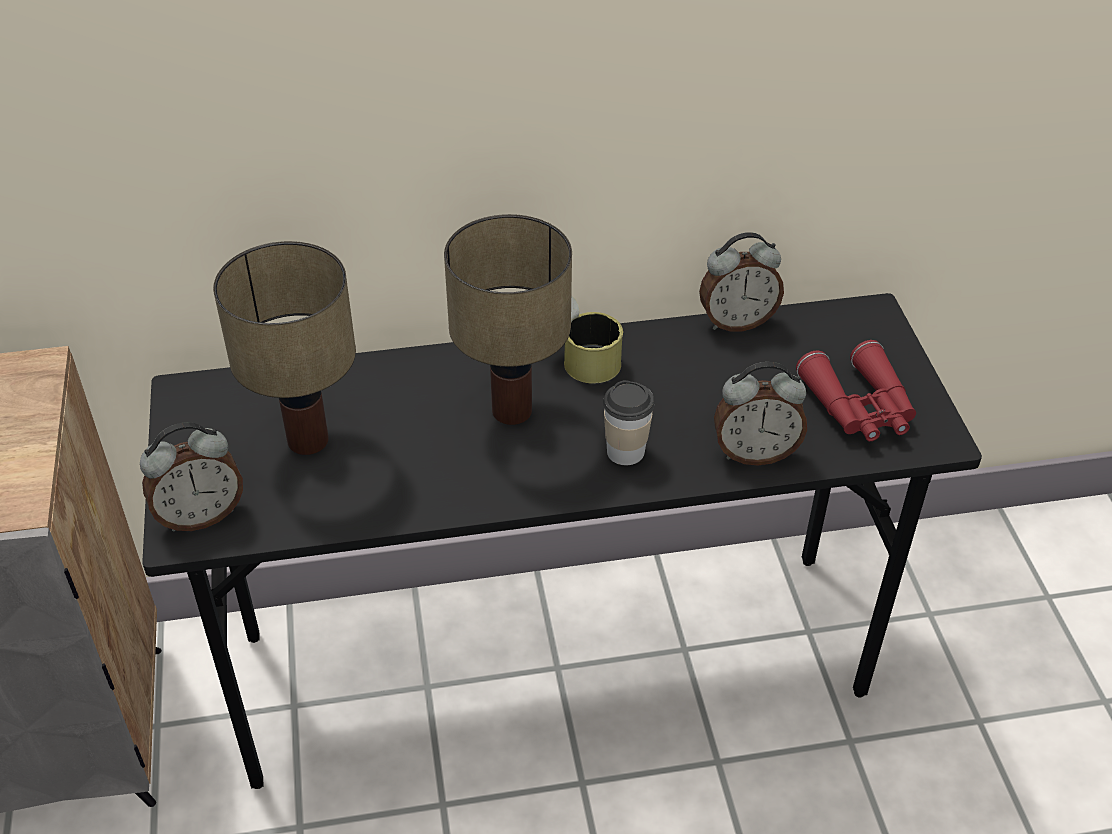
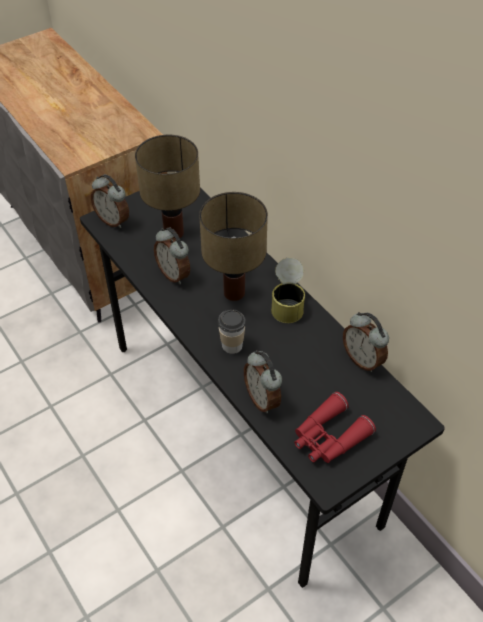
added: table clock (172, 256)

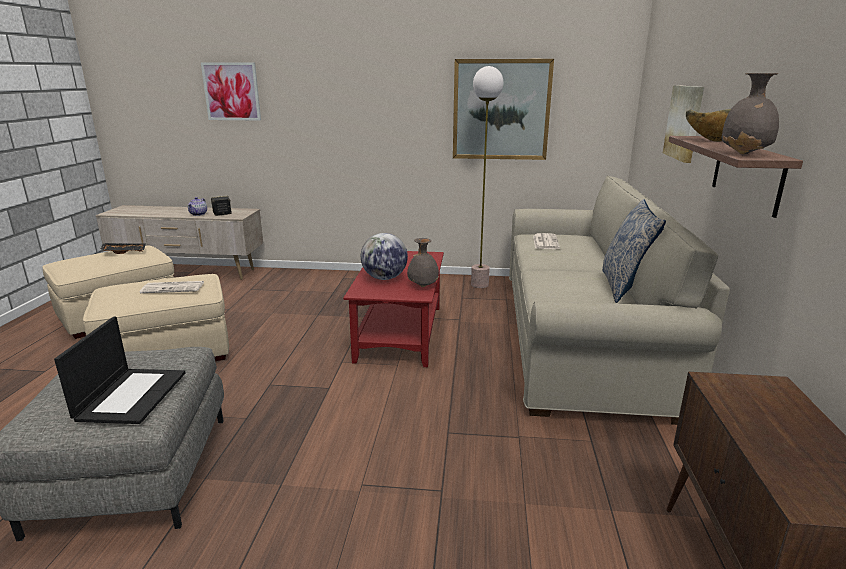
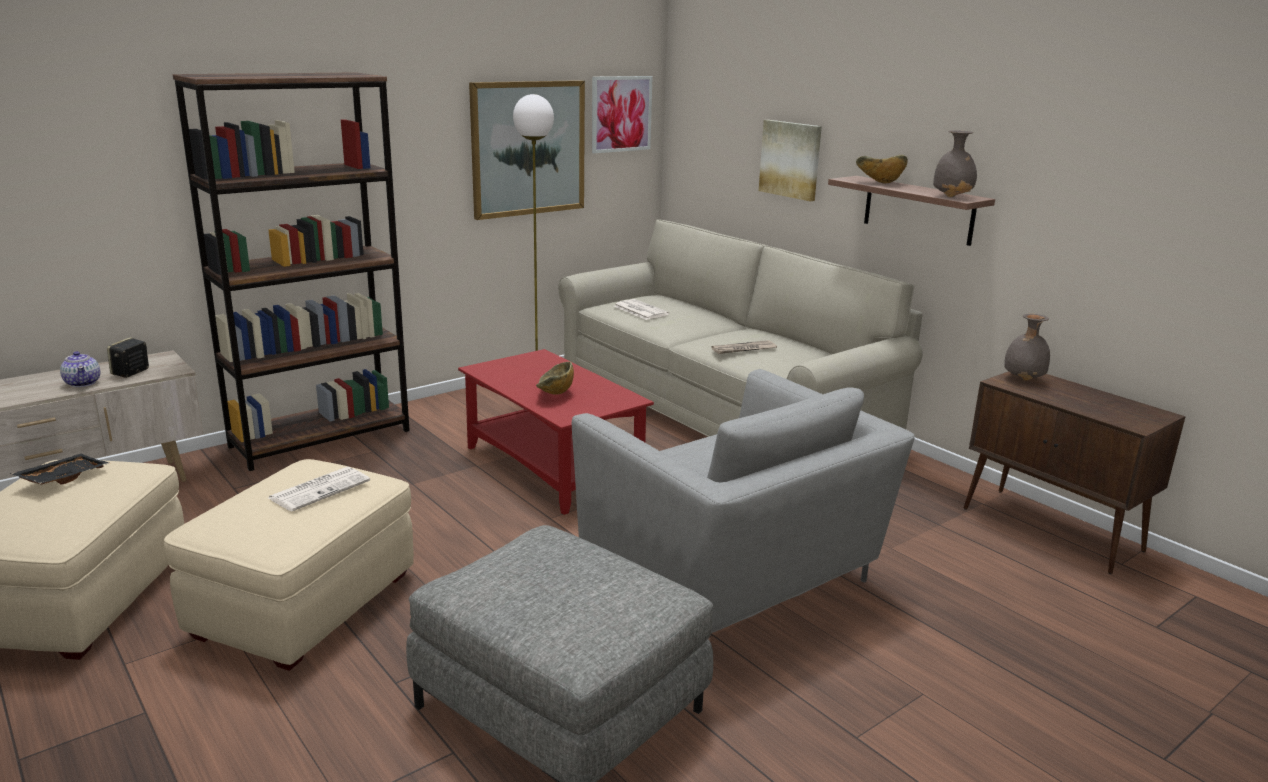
removed: portable computer (119, 370); cushion (634, 251)
added: brown shelving unit (291, 271); greyish armchair (743, 501); daily paper (744, 347)
moved: wall picture (231, 91) to (622, 114); greyish decorative vase (423, 262) to (1027, 347)
replaced: globe (384, 256) to serving bowl (555, 378)

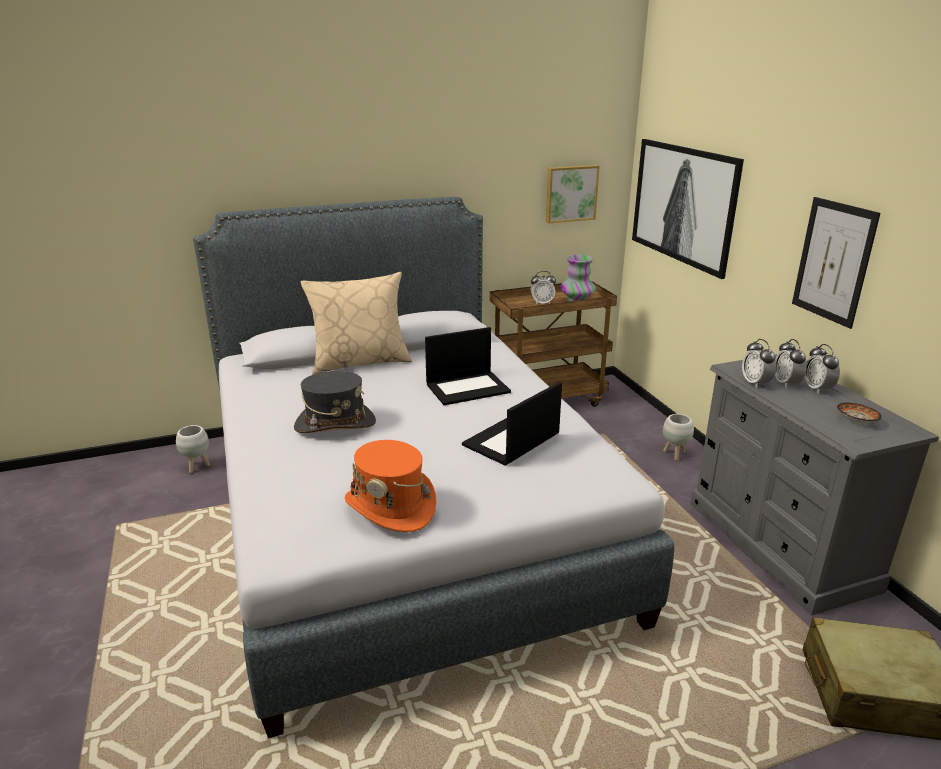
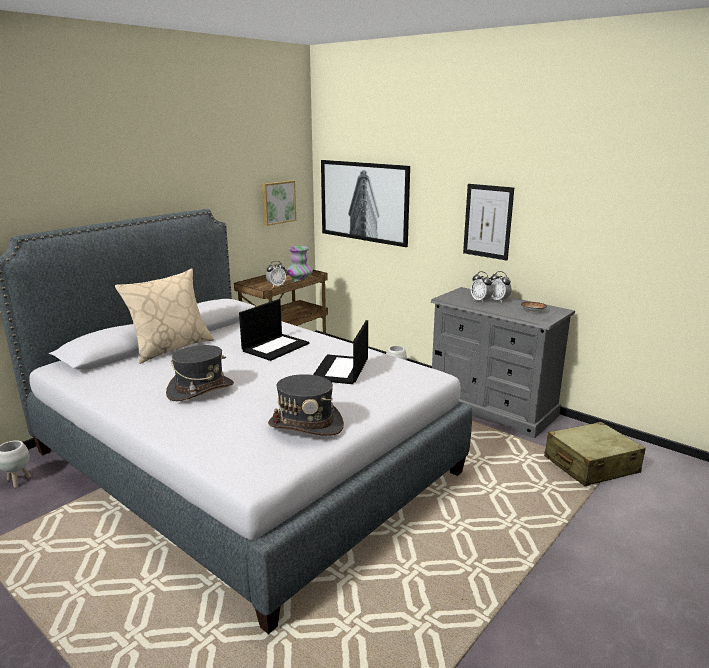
removed: table clock (759, 363)
recoloured: orange wearable hat (390, 486) to greyish wearable hat (306, 405)

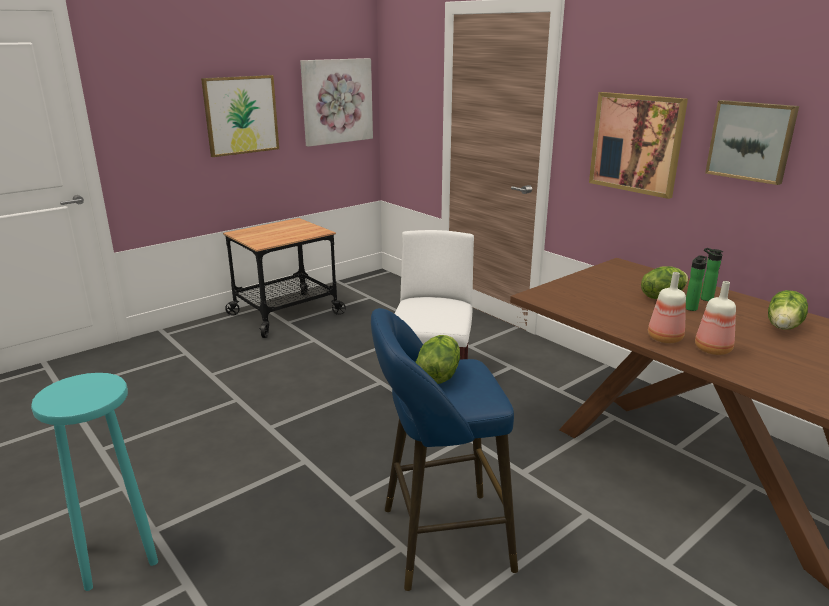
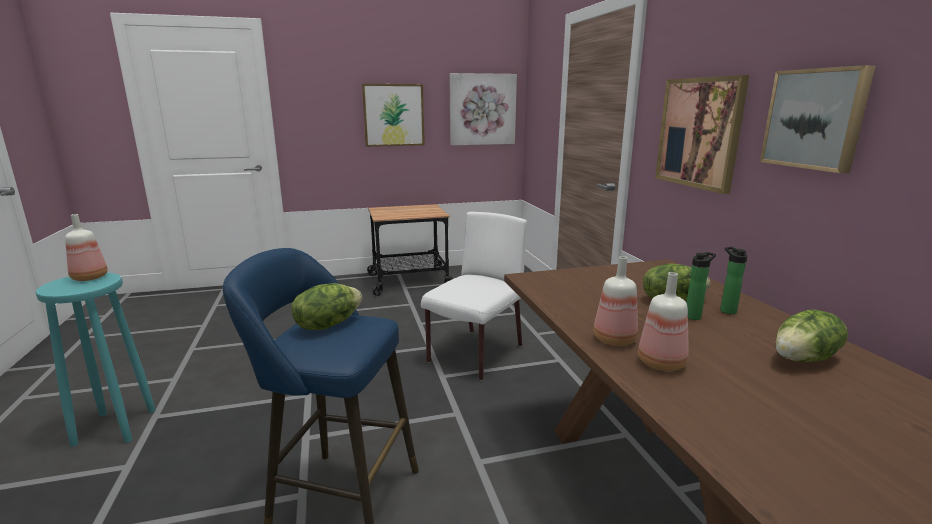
added: drink bottle (86, 247)

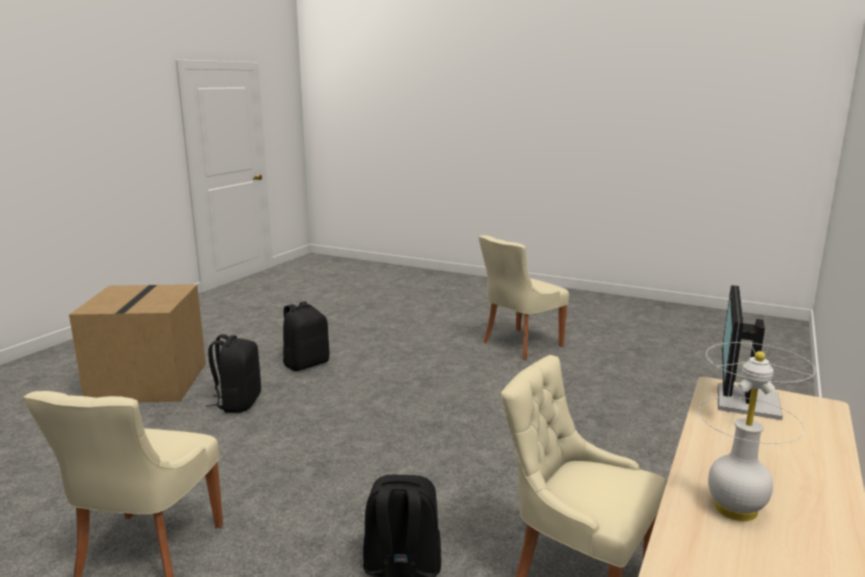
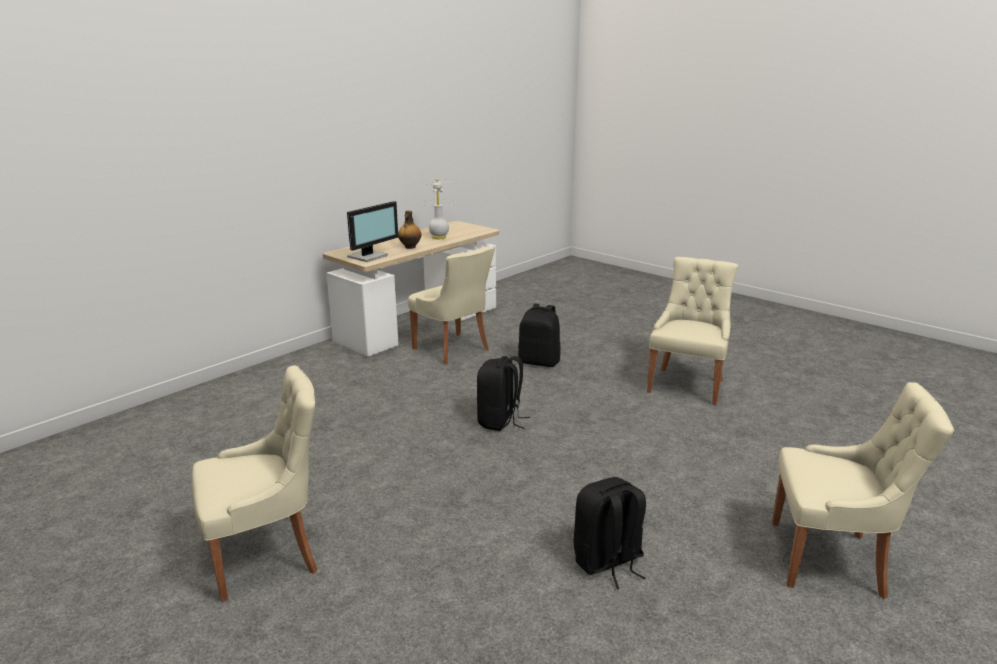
added: drink bottle (409, 229)
moved: blackish rucksack (233, 373) to (503, 393)
replaced: carton (137, 343) to beige chair (863, 490)

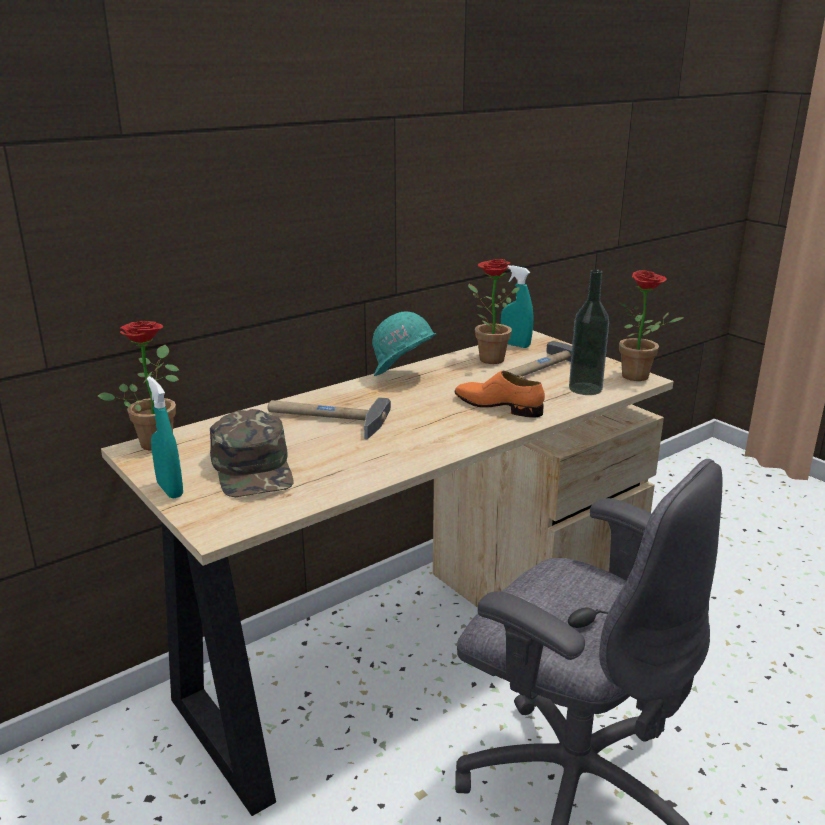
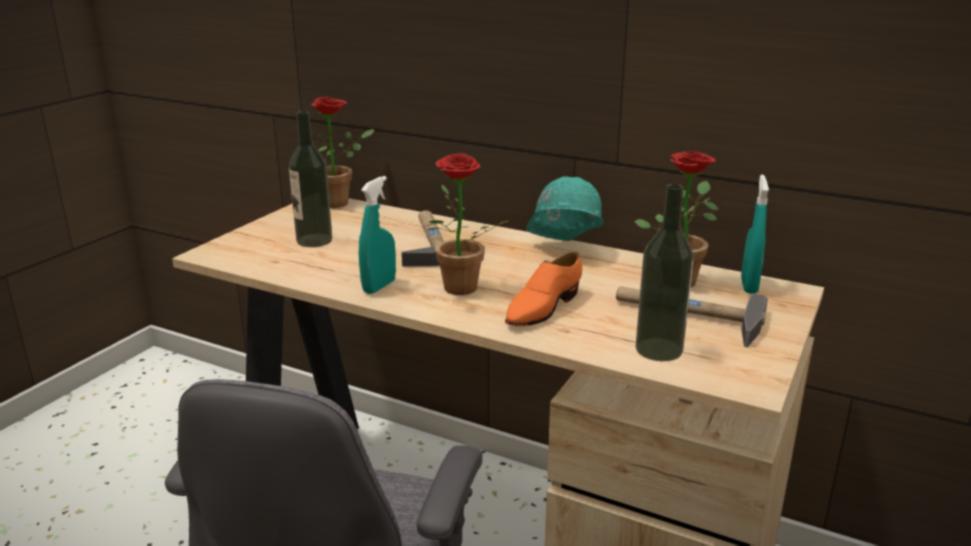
moved: blue-green hand sprayer (165, 437) to (377, 235); houseplant (651, 325) to (466, 224)
replaced: green cap (252, 453) to drink bottle (310, 178)
turned: orange low shoe (500, 394) = (543, 289) 150 degrees counterclockwise

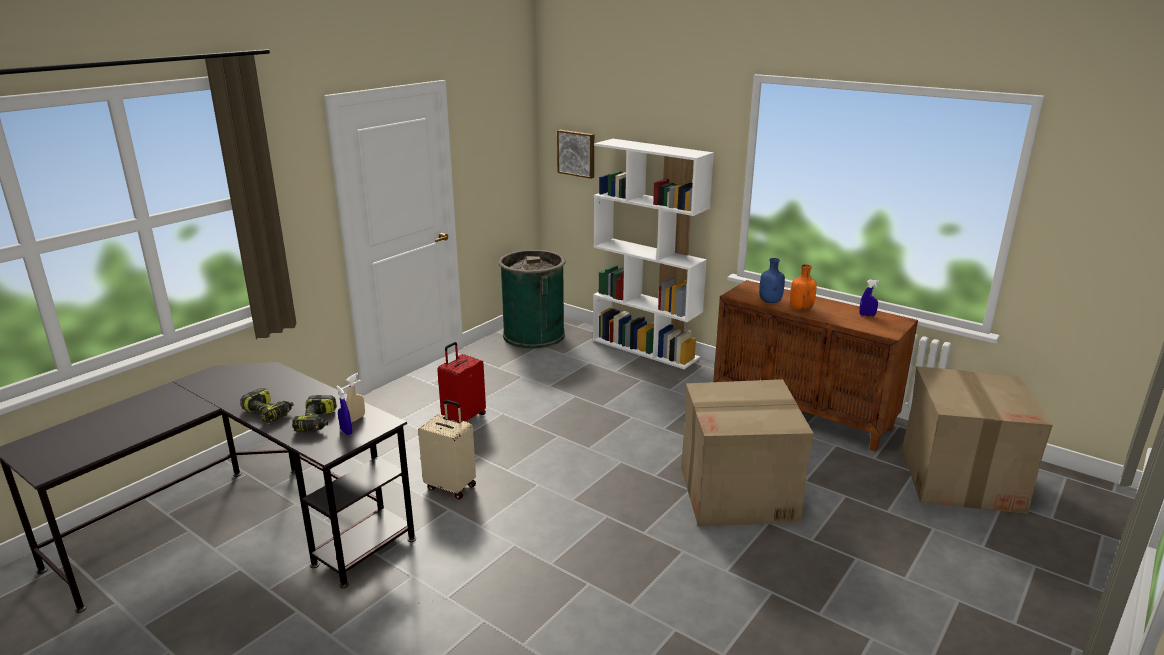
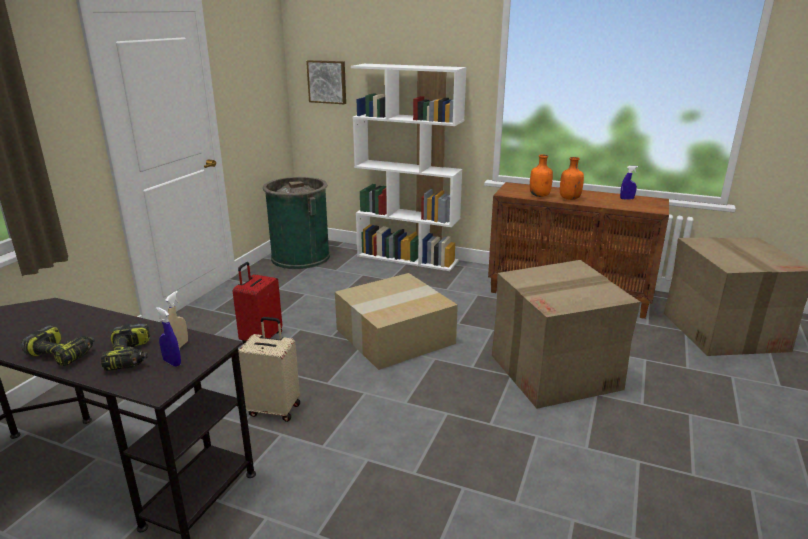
added: carton (396, 321)
recoloured: bluish drink bottle (772, 280) to orange drink bottle (541, 176)

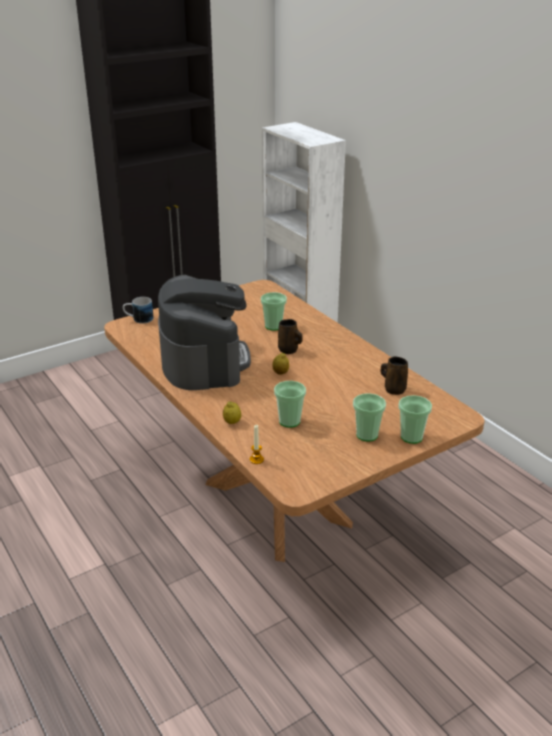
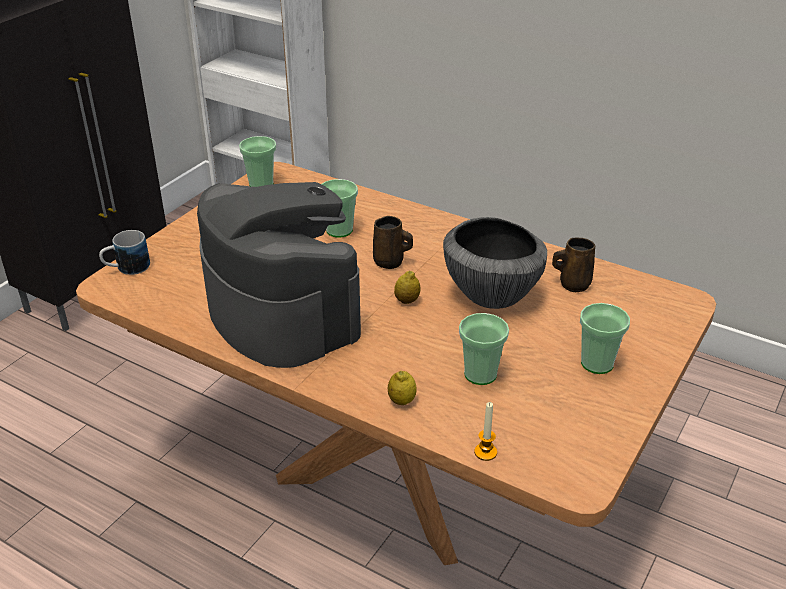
added: serving bowl (495, 263)
moved: drinking cup (415, 419) to (257, 161)

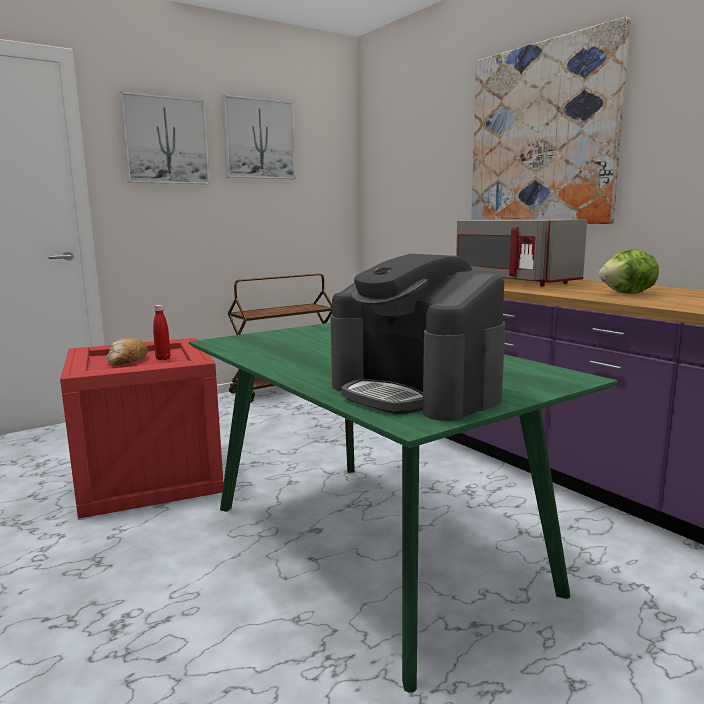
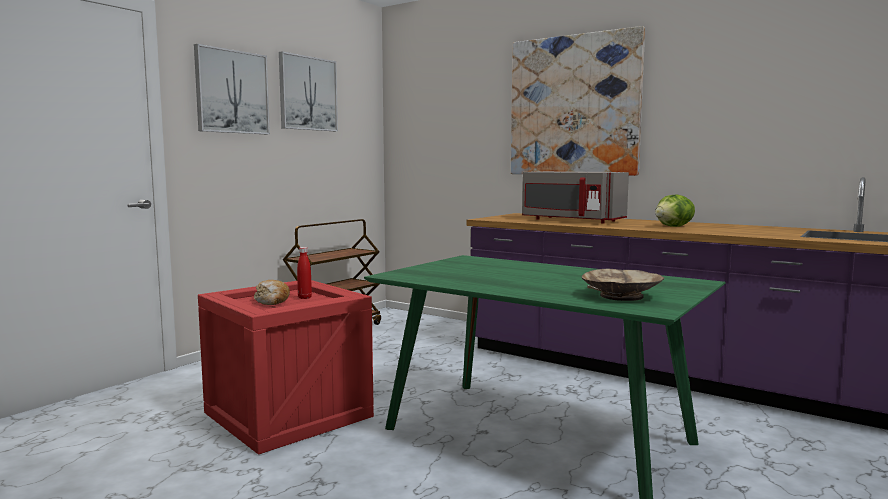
replaced: coffee machine (417, 337) to beige serving bowl (623, 285)

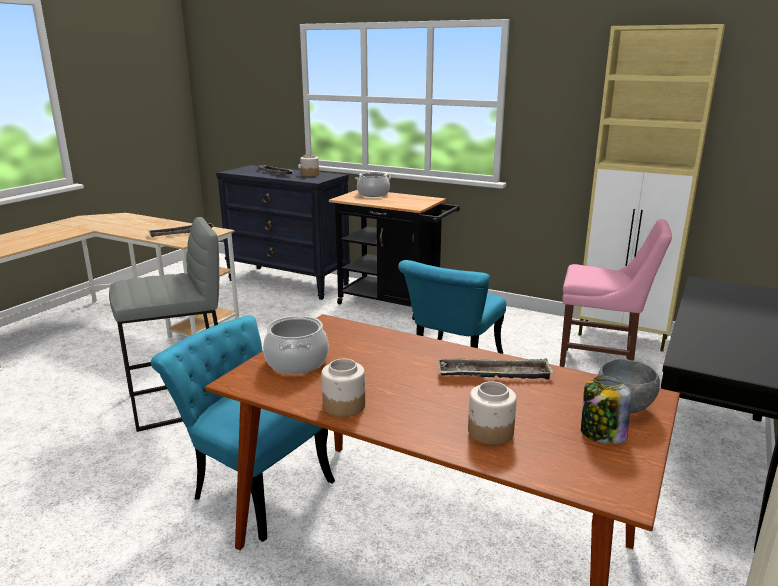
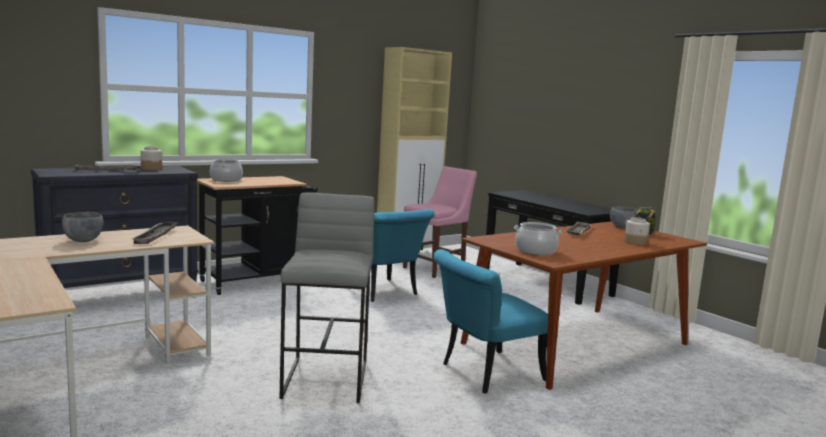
removed: preserve jar (343, 388)
added: greyish serving bowl (82, 227)

